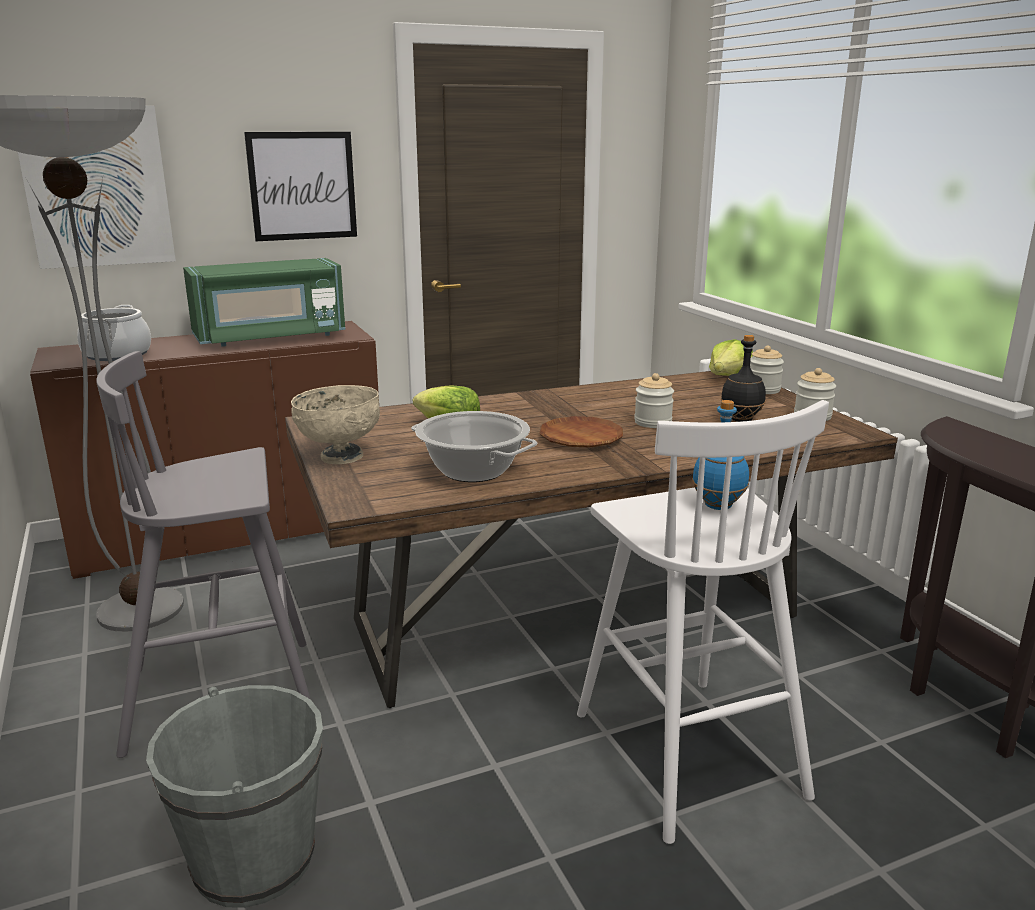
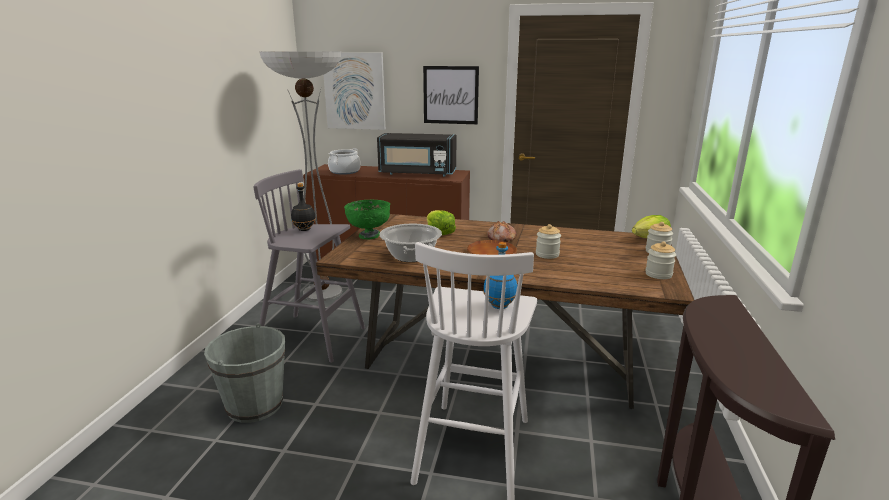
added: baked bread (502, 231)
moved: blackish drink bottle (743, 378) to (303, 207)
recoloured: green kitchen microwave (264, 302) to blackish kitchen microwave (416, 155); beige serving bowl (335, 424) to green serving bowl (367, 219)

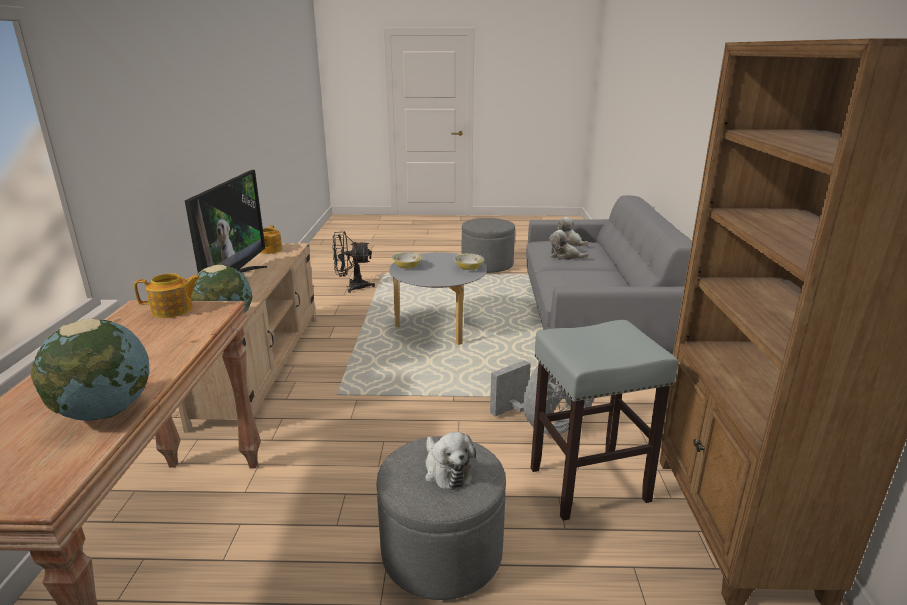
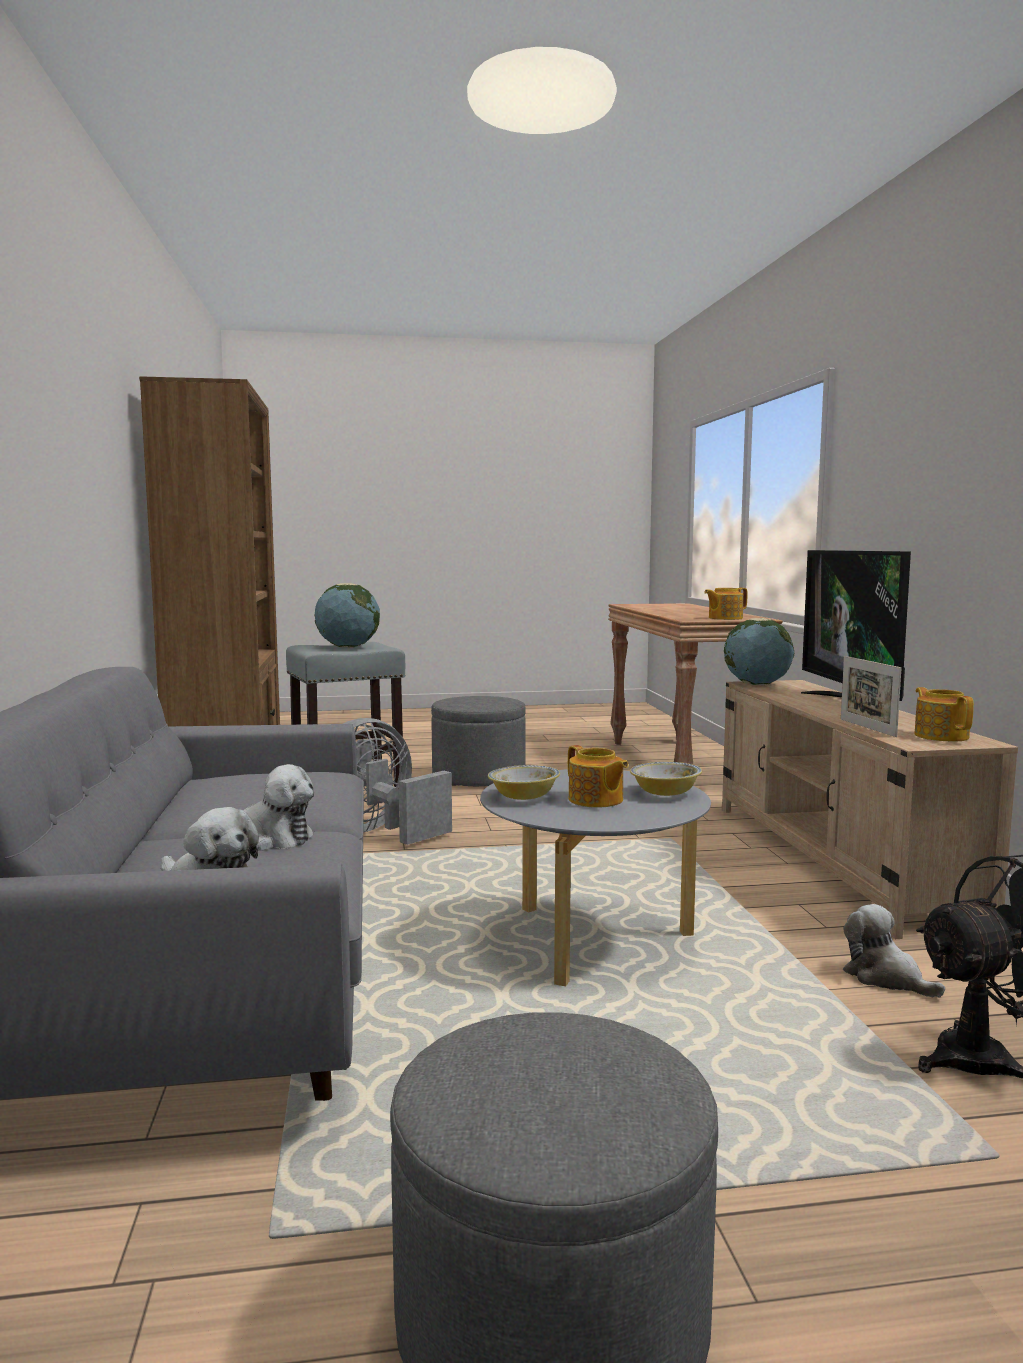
added: tea pot (598, 776); picture frame (871, 696)
moved: globe (90, 370) to (347, 615); plush toy (450, 461) to (894, 950)

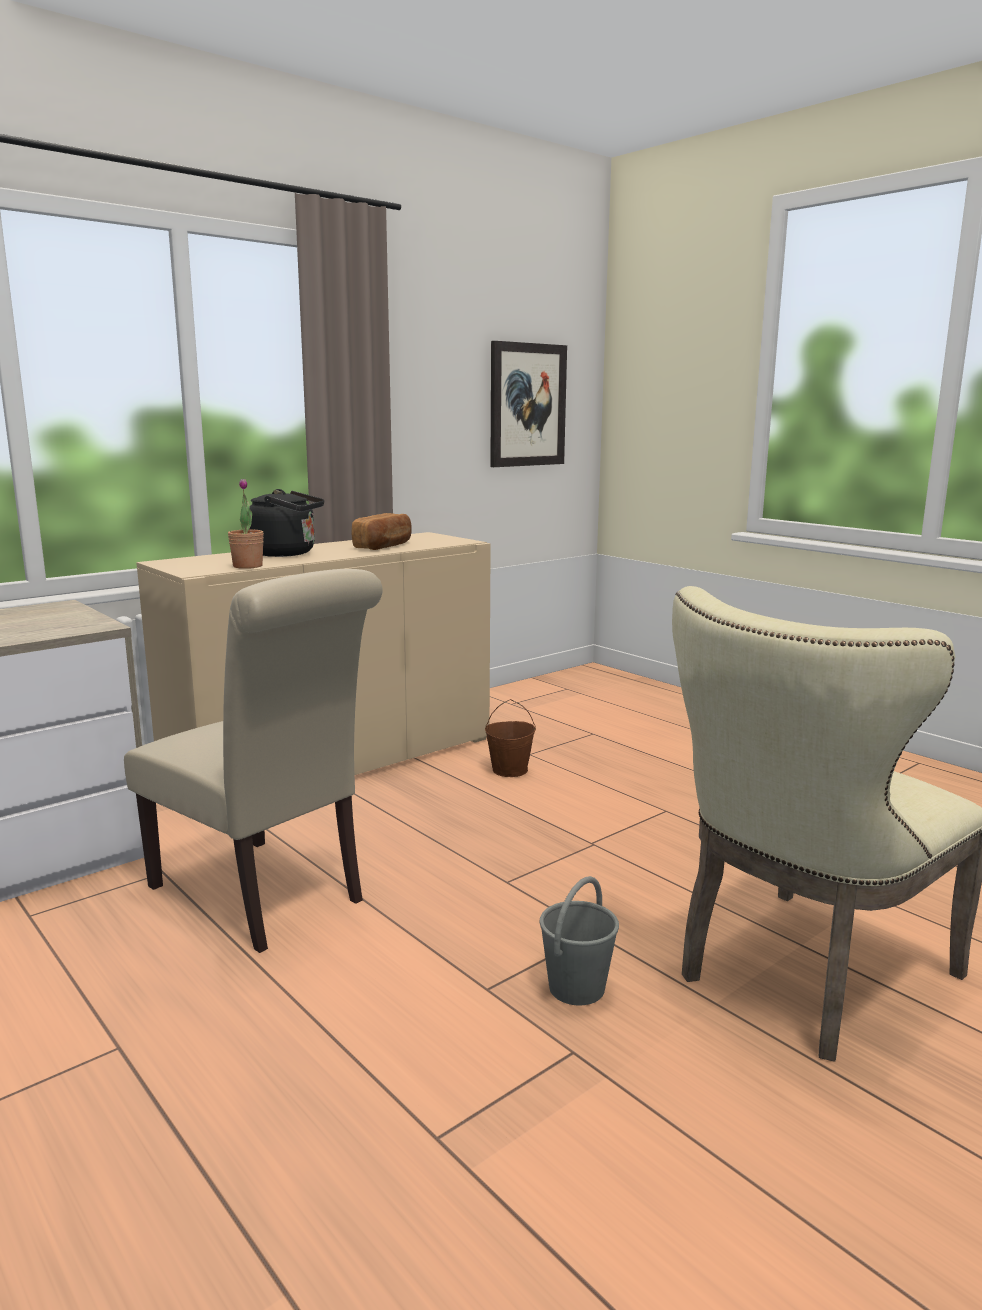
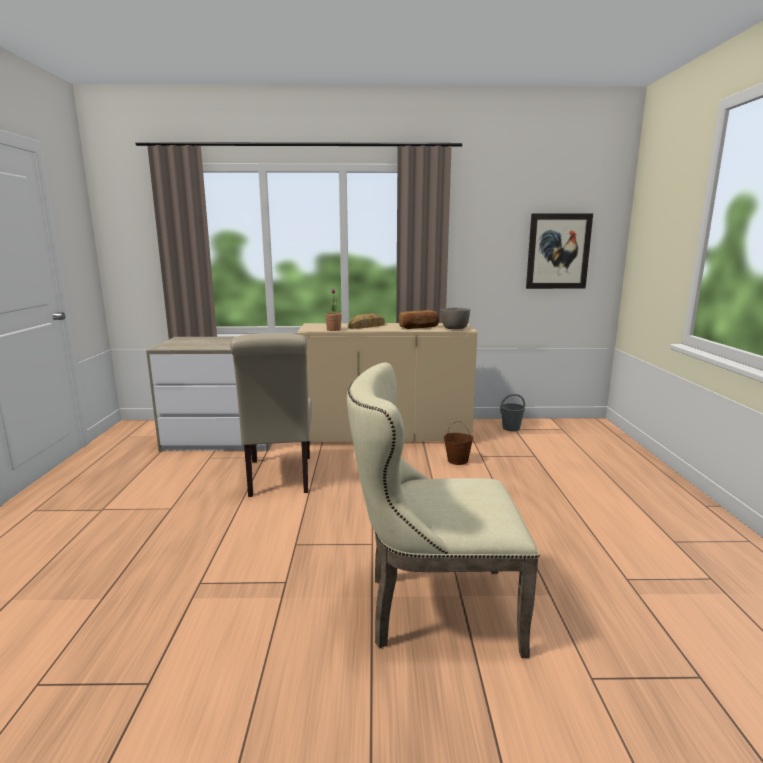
added: greyish serving bowl (455, 318)
moved: greyish pail (579, 941) to (512, 412)
replaced: blackish tea kettle (286, 523) to baked bread (366, 321)

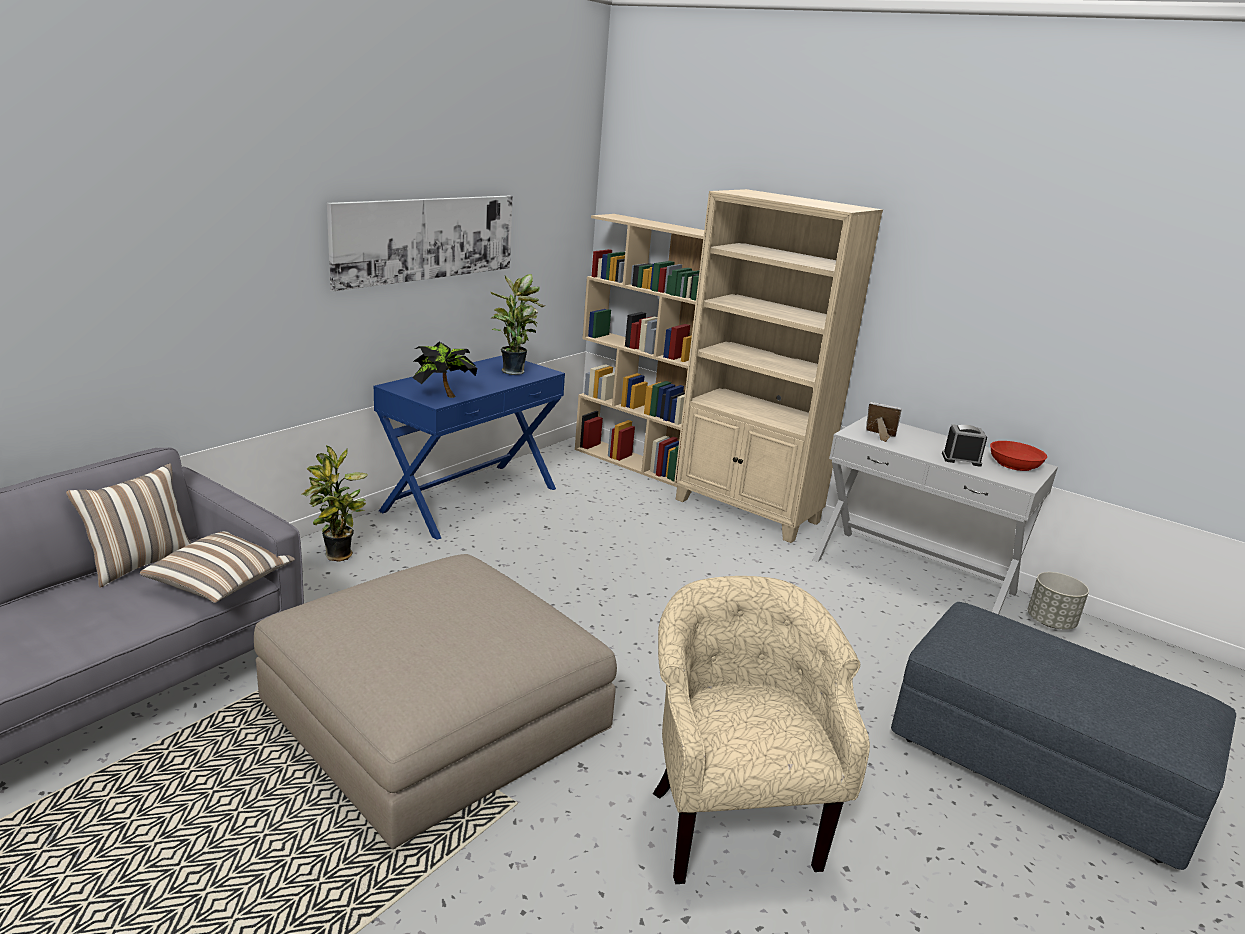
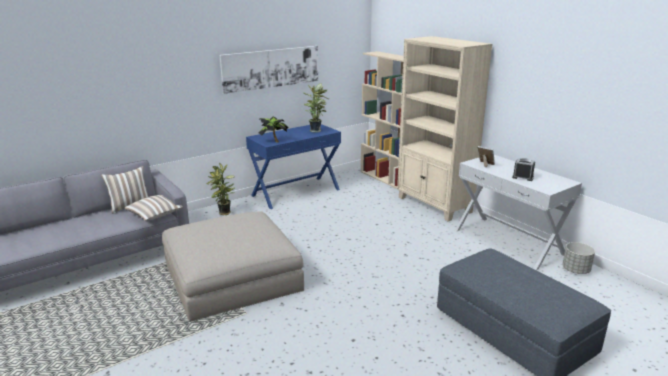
removed: beige armchair (761, 730); red-coloured serving bowl (1018, 456)

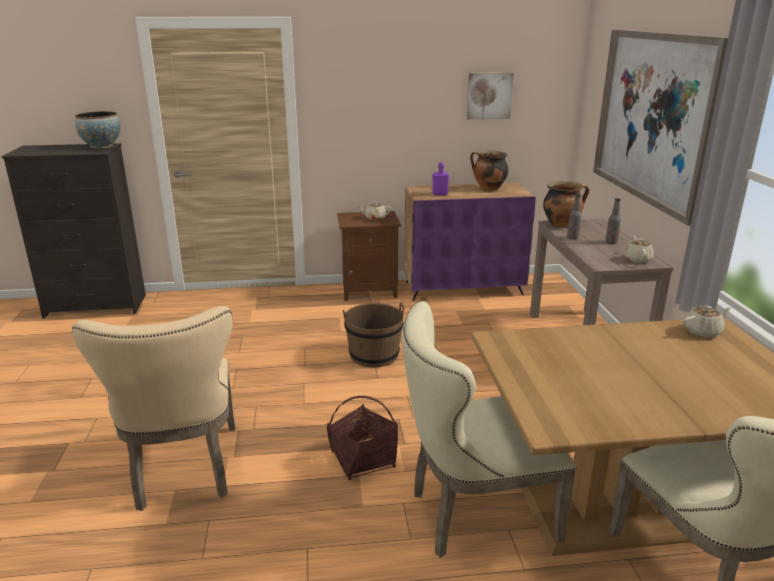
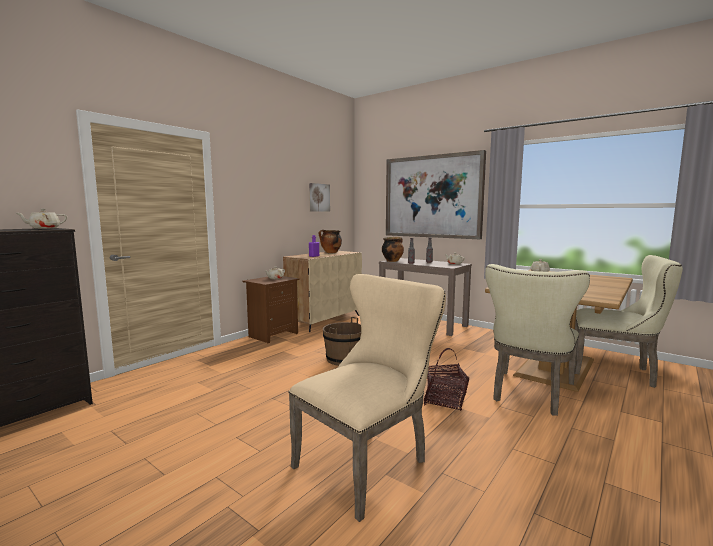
replaced: serving bowl (97, 130) to beige tea pot (41, 218)
recoloured: purple-coloured cupboard (470, 242) to beige cupboard (322, 291)
turned: beige chair (153, 408) = (367, 398) 75 degrees counterclockwise

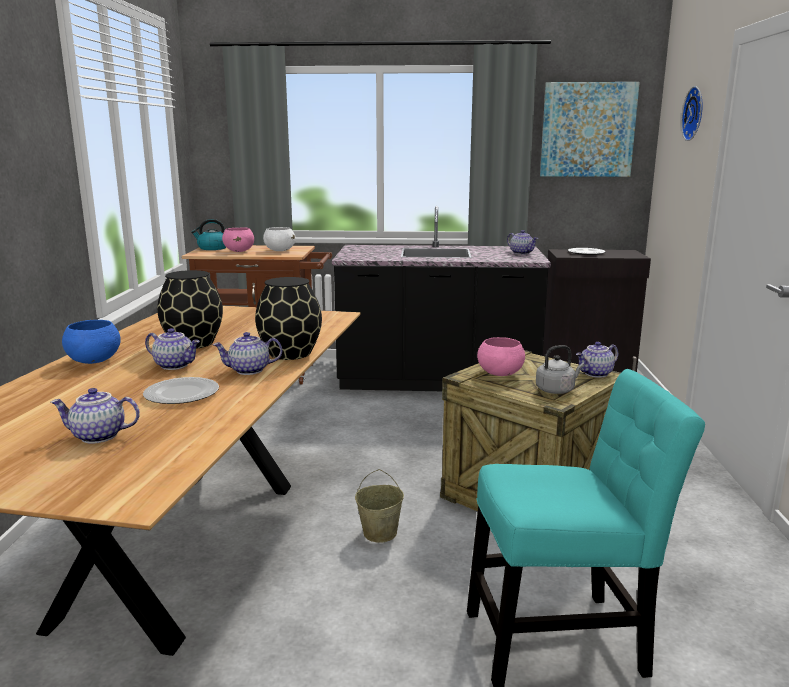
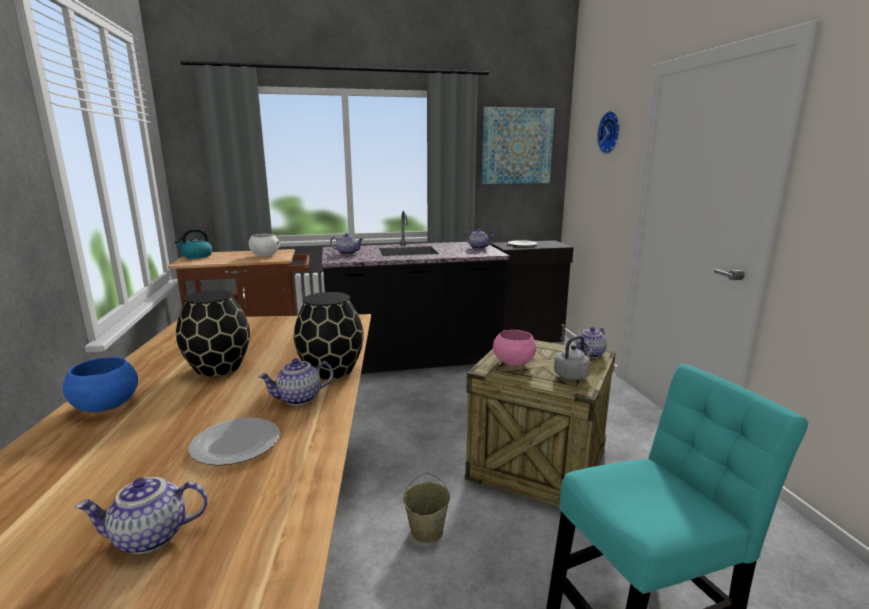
removed: pink serving bowl (238, 239)
moved: tea pot (172, 349) to (346, 244)

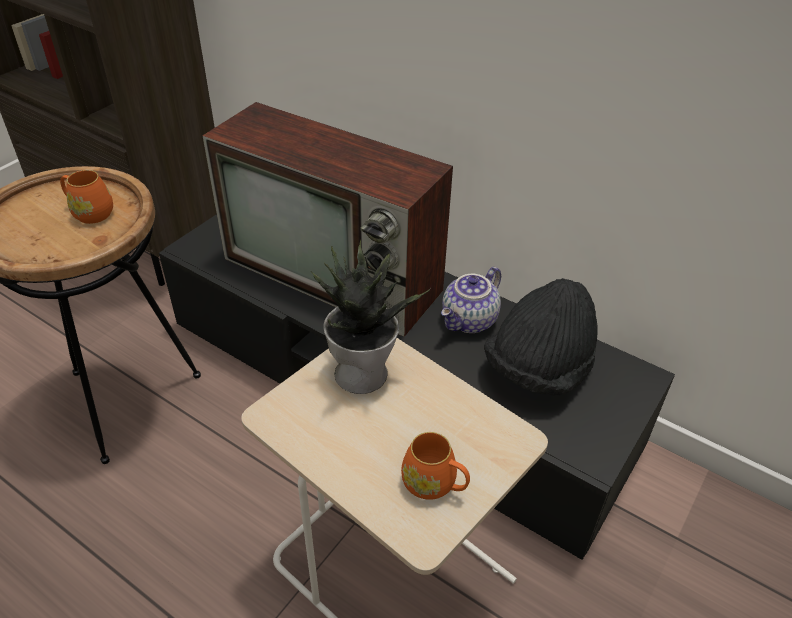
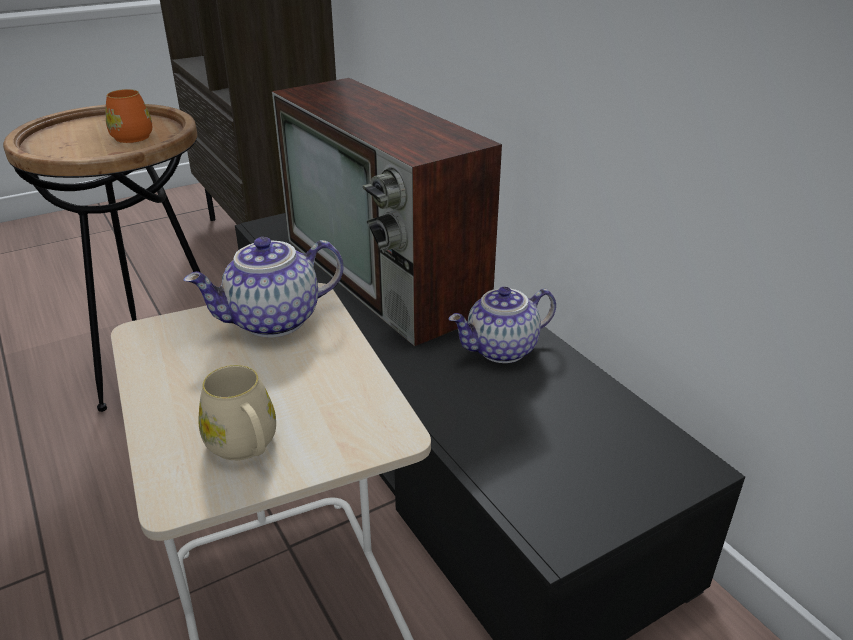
removed: blackish wearable hat (541, 337)
replaced: houseplant (371, 317) to tea pot (263, 287)
recoloured: orange mug (435, 466) to beige mug (237, 412)

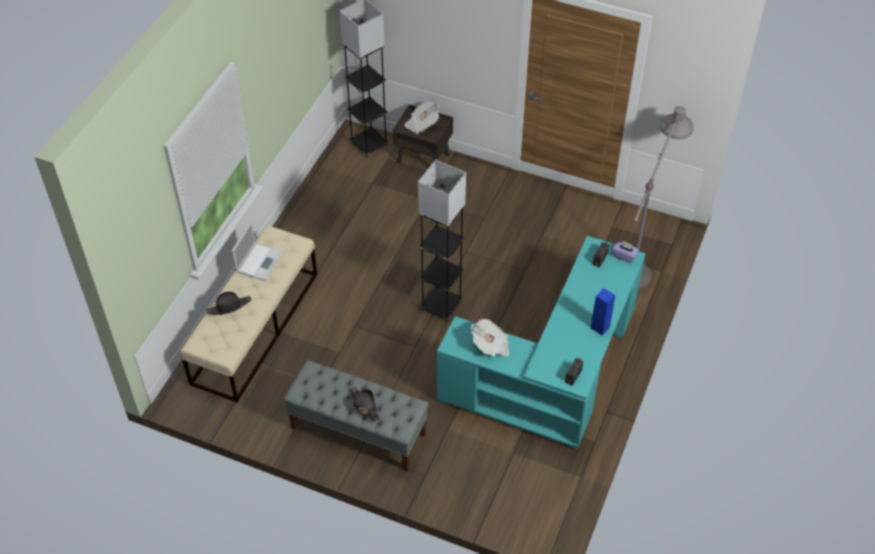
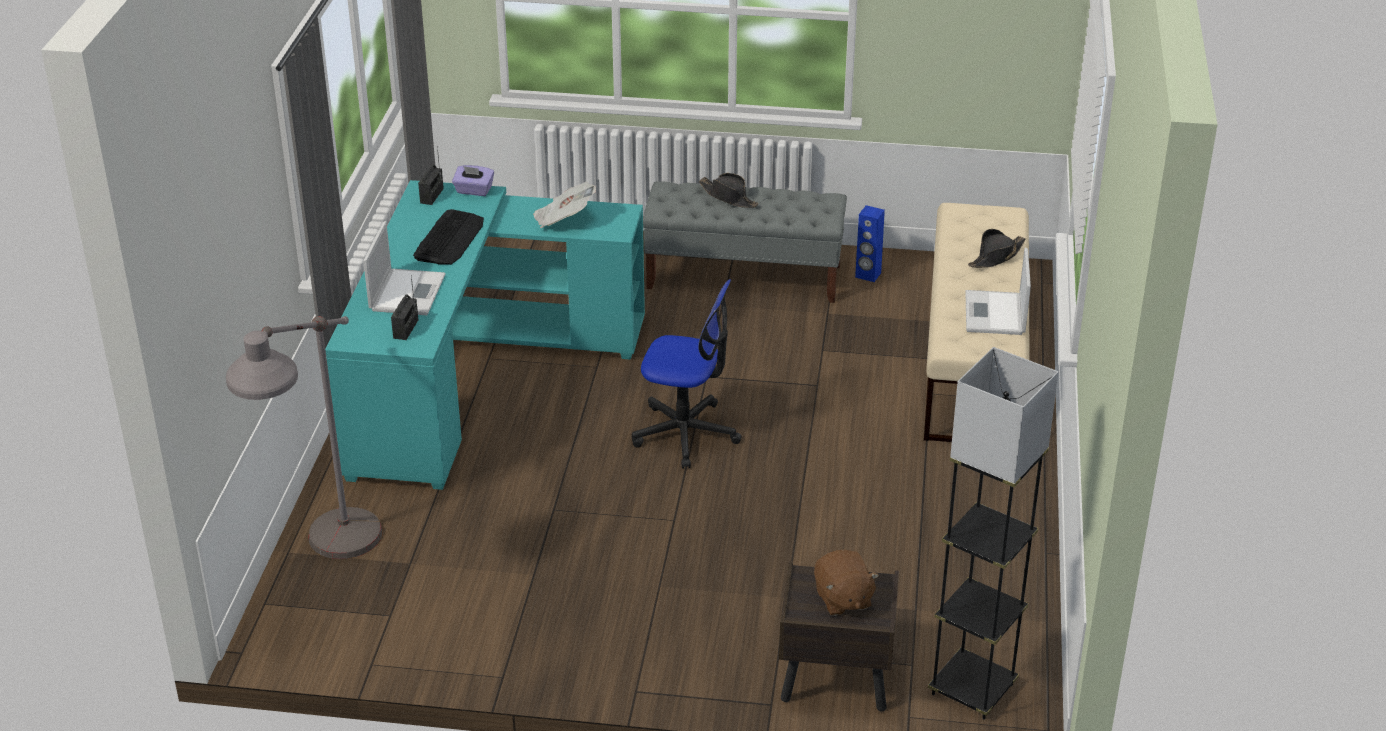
added: portable computer (404, 268); PC keyboard (448, 237)
moved: bluish loudspeaker (603, 311) to (870, 243); purple-coloured tissue holder (625, 252) to (473, 180)
replaced: daily paper (422, 117) to brown plush toy (846, 583); greyish standing lamp (442, 240) to office chair (687, 373)

